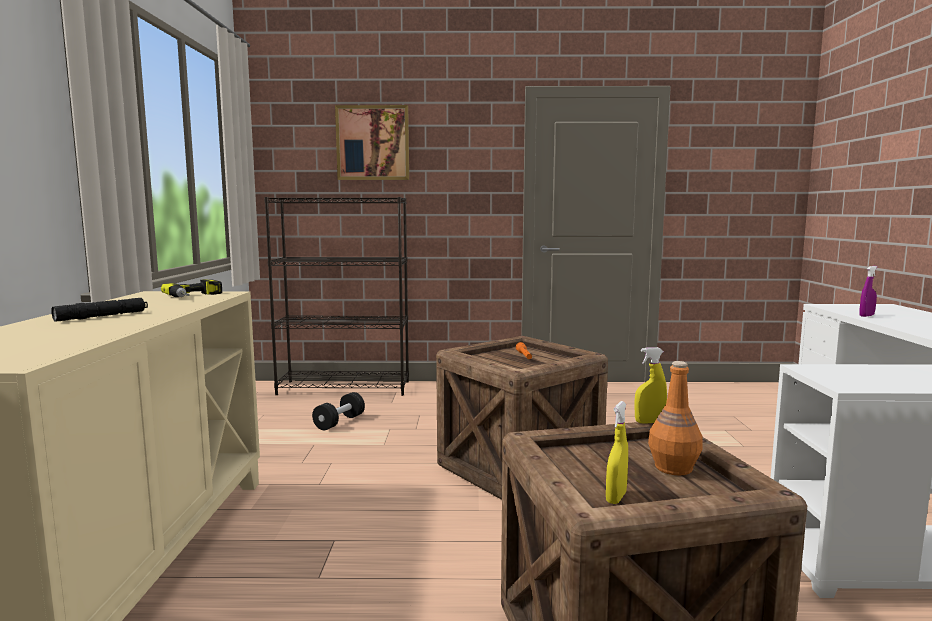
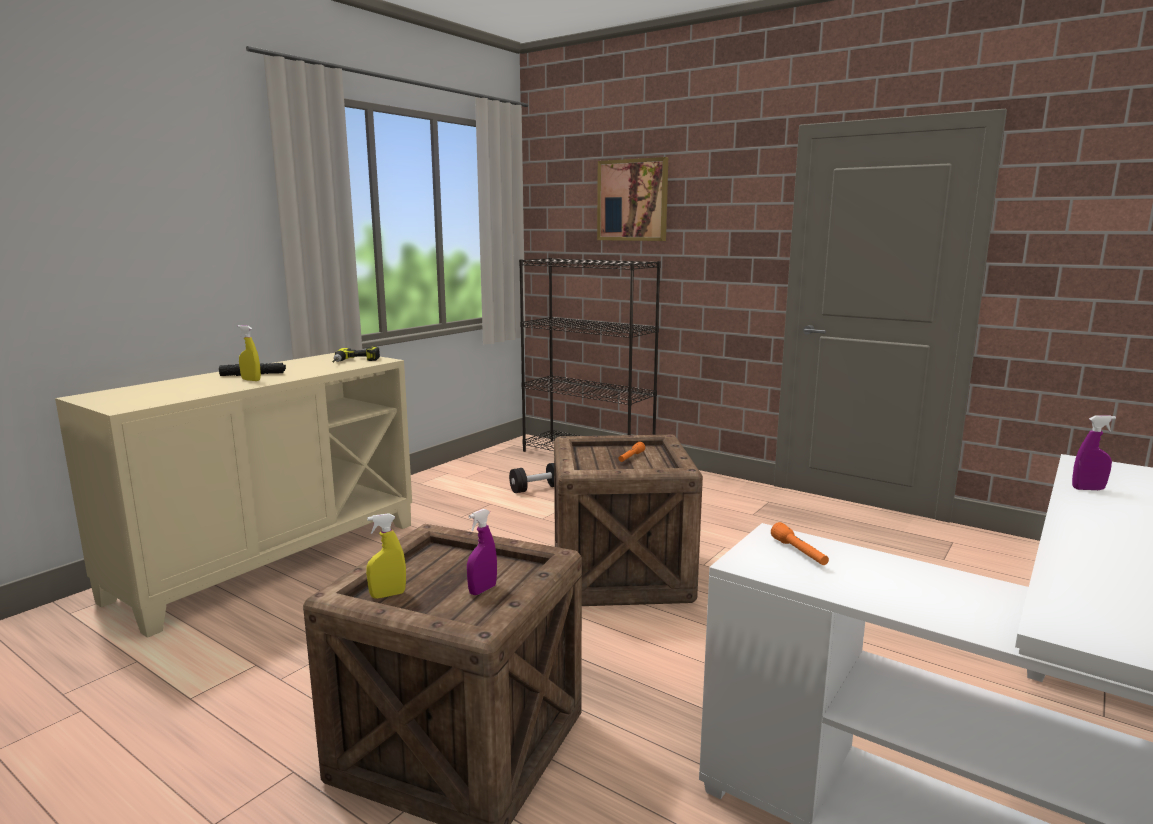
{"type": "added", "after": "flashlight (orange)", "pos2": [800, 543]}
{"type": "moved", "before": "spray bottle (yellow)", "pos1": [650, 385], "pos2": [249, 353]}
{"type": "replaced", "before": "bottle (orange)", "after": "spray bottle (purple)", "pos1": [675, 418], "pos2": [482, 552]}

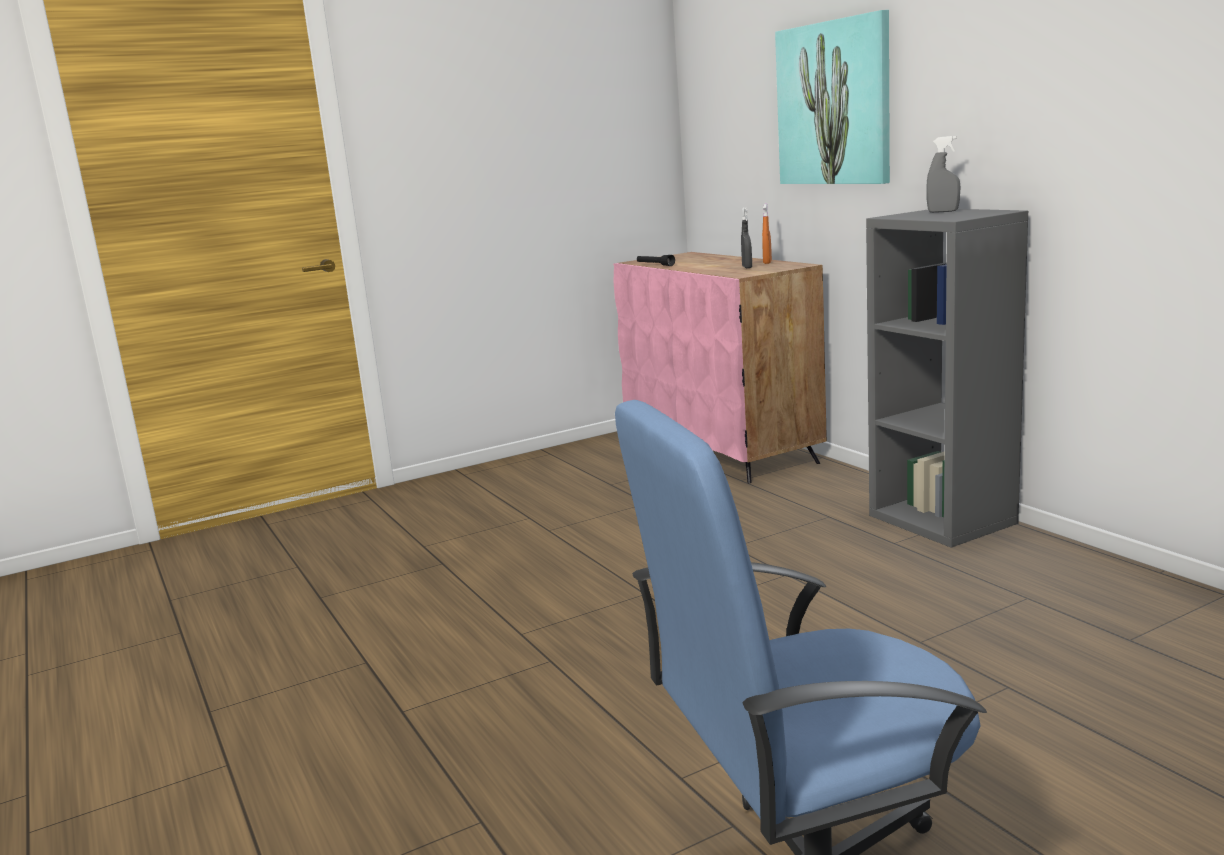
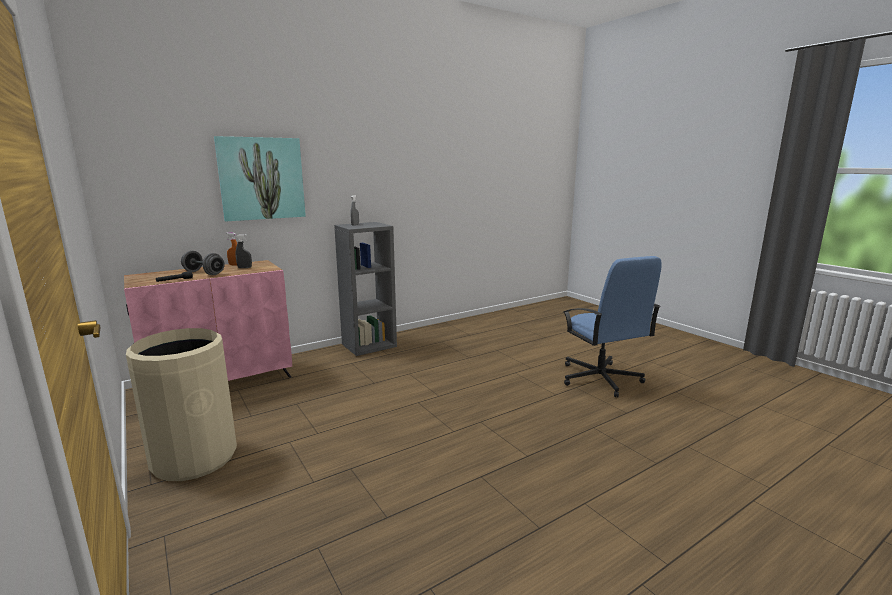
{"type": "added", "after": "trash can (beige)", "pos2": [181, 404]}
{"type": "added", "after": "dumbbell (grey)", "pos2": [203, 263]}

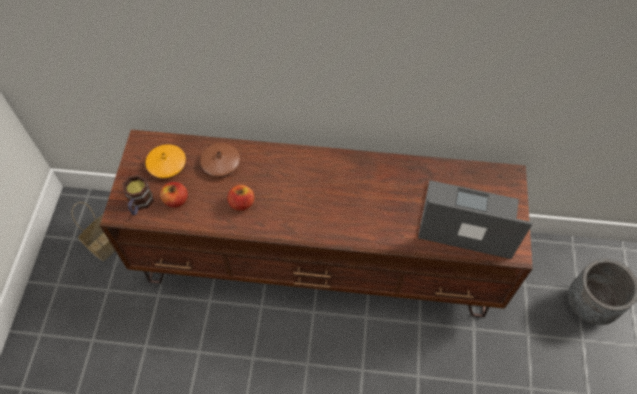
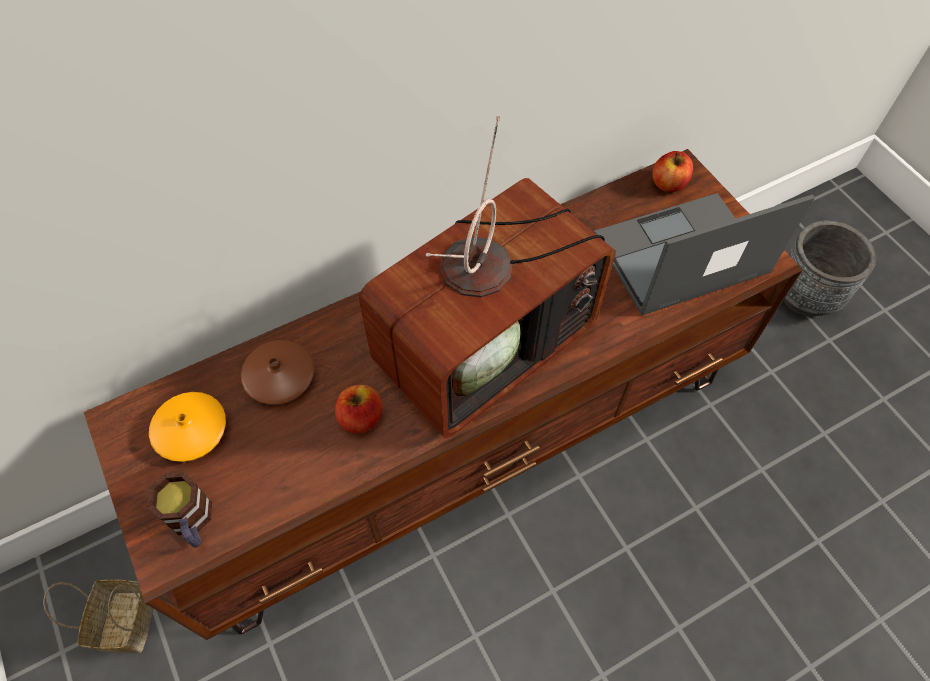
{"type": "added", "after": "television", "pos2": [487, 276]}
{"type": "moved", "before": "apple", "pos1": [174, 195], "pos2": [673, 171]}

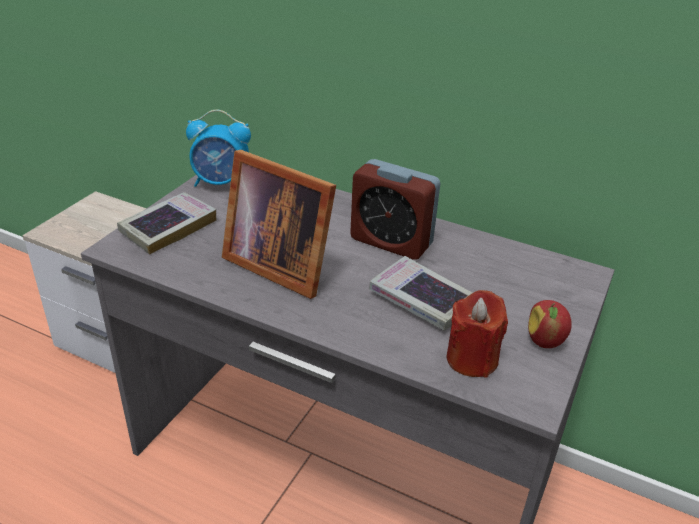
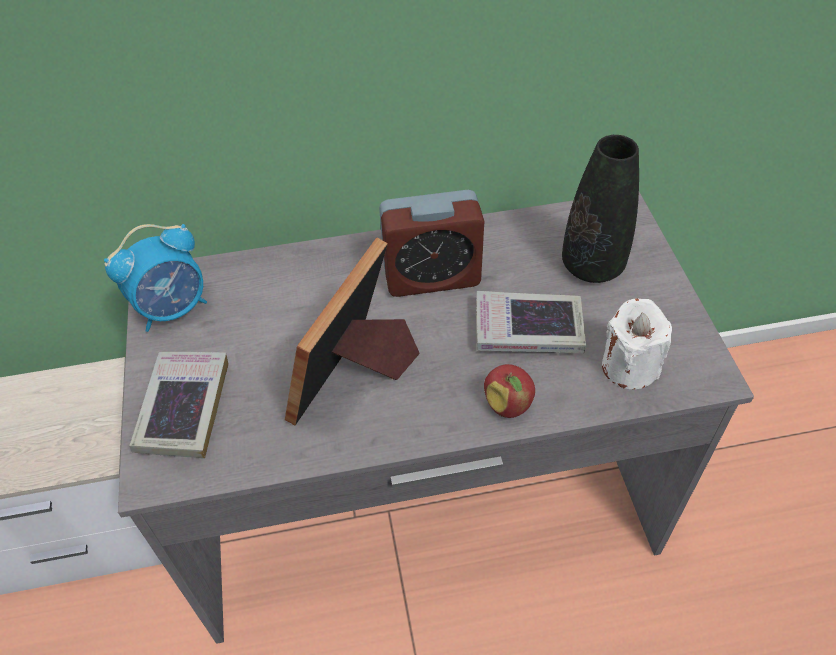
{"type": "added", "after": "vase (black)", "pos2": [600, 209]}
{"type": "moved", "before": "apple", "pos1": [550, 324], "pos2": [509, 391]}
{"type": "recoloured", "before": "candle (red)", "after": "candle (white)", "pos1": [477, 334], "pos2": [637, 343]}
{"type": "turned", "before": "picture frame", "pos1": [279, 224], "pos2": [352, 331], "turn": 120}

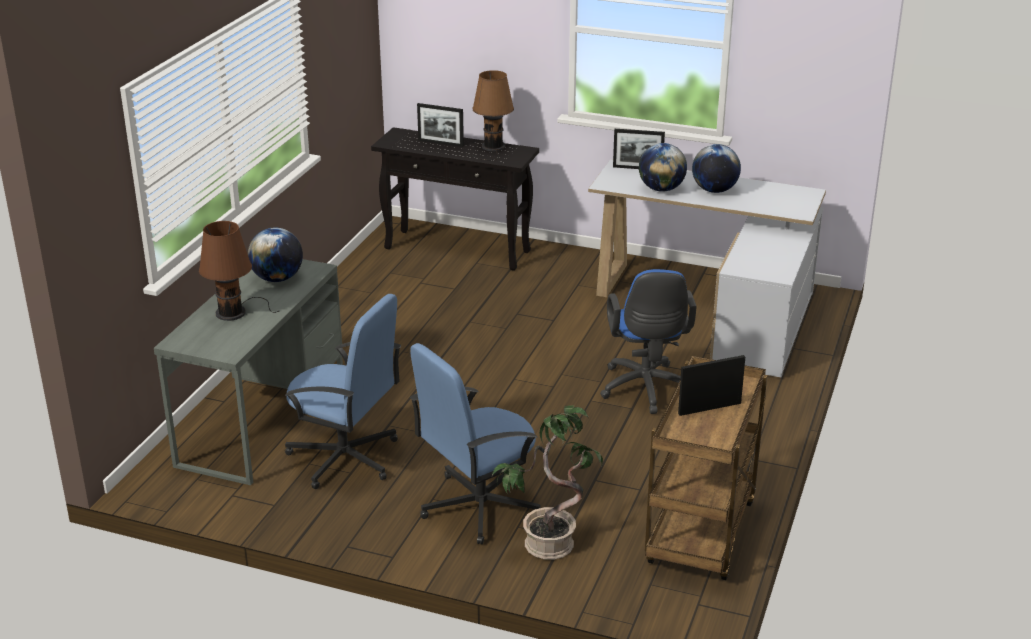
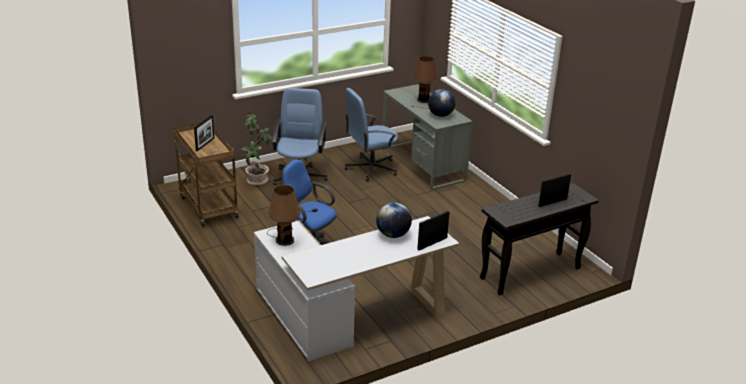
{"type": "removed", "before": "globe", "pos1": [716, 168]}
{"type": "moved", "before": "table lamp (brown)", "pos1": [489, 115], "pos2": [284, 215]}

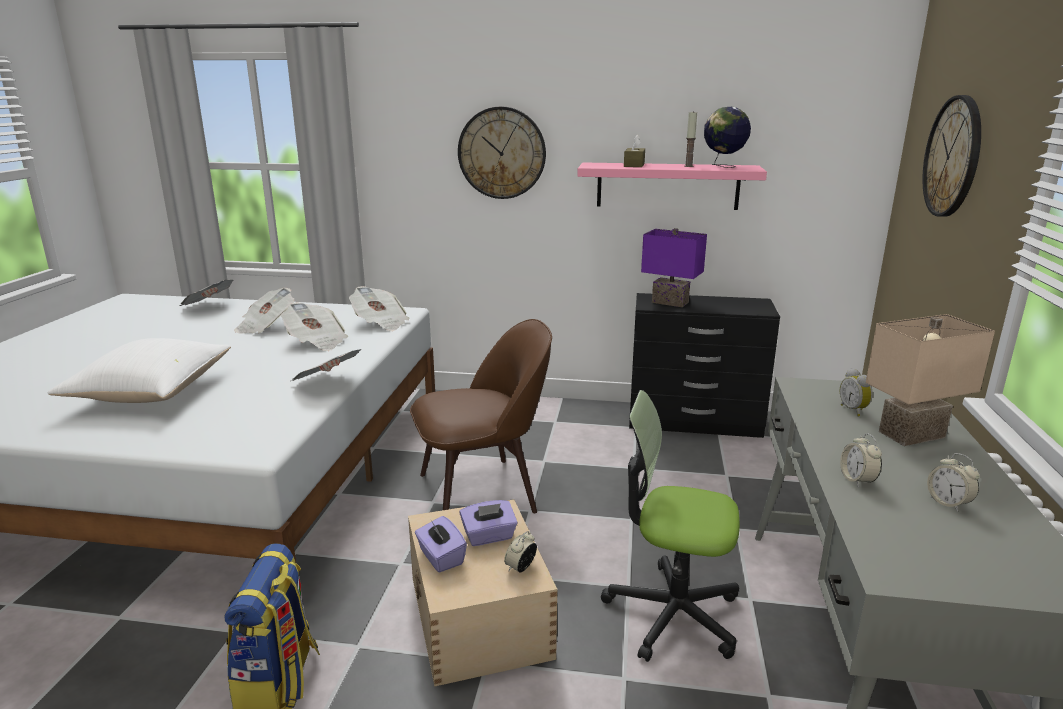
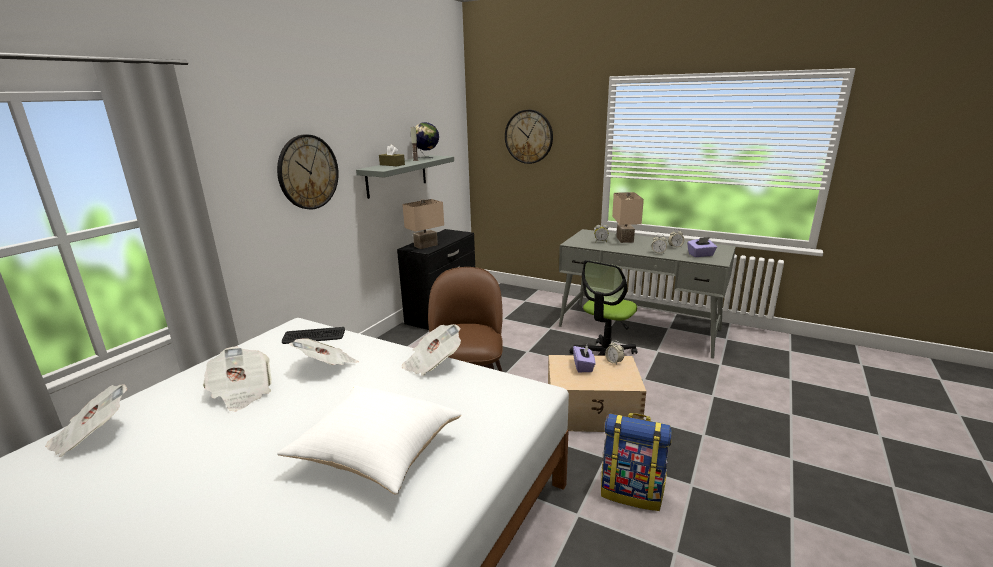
{"type": "moved", "before": "tissue box (purple)", "pos1": [441, 544], "pos2": [702, 247]}
{"type": "replaced", "before": "newspaper", "after": "keyboard", "pos1": [379, 308], "pos2": [313, 335]}
{"type": "recoloured", "before": "shelf (pink)", "after": "shelf (grey)", "pos1": [672, 186], "pos2": [405, 177]}
{"type": "recoloured", "before": "table lamp (purple)", "after": "table lamp (beige)", "pos1": [674, 267], "pos2": [423, 224]}

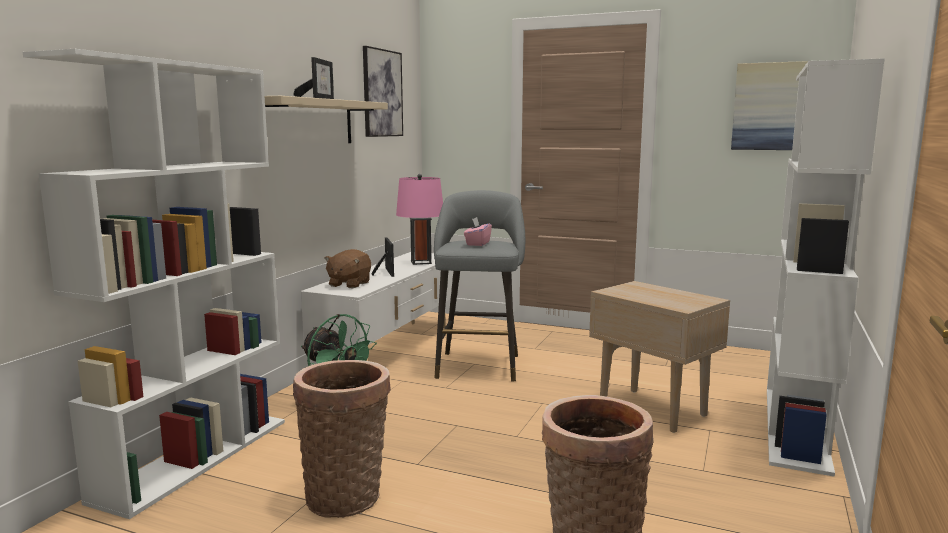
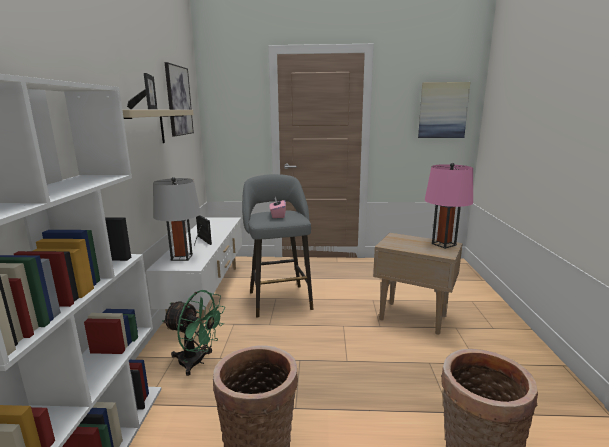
{"type": "removed", "before": "bookcase (white)", "pos1": [826, 267]}
{"type": "moved", "before": "table lamp (pink)", "pos1": [419, 219], "pos2": [449, 206]}
{"type": "replaced", "before": "plush toy (brown)", "after": "table lamp (grey)", "pos1": [347, 268], "pos2": [177, 219]}

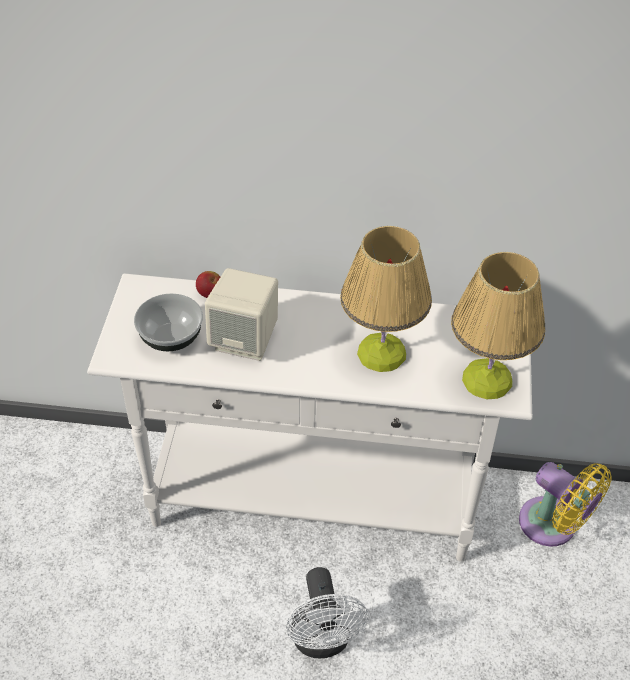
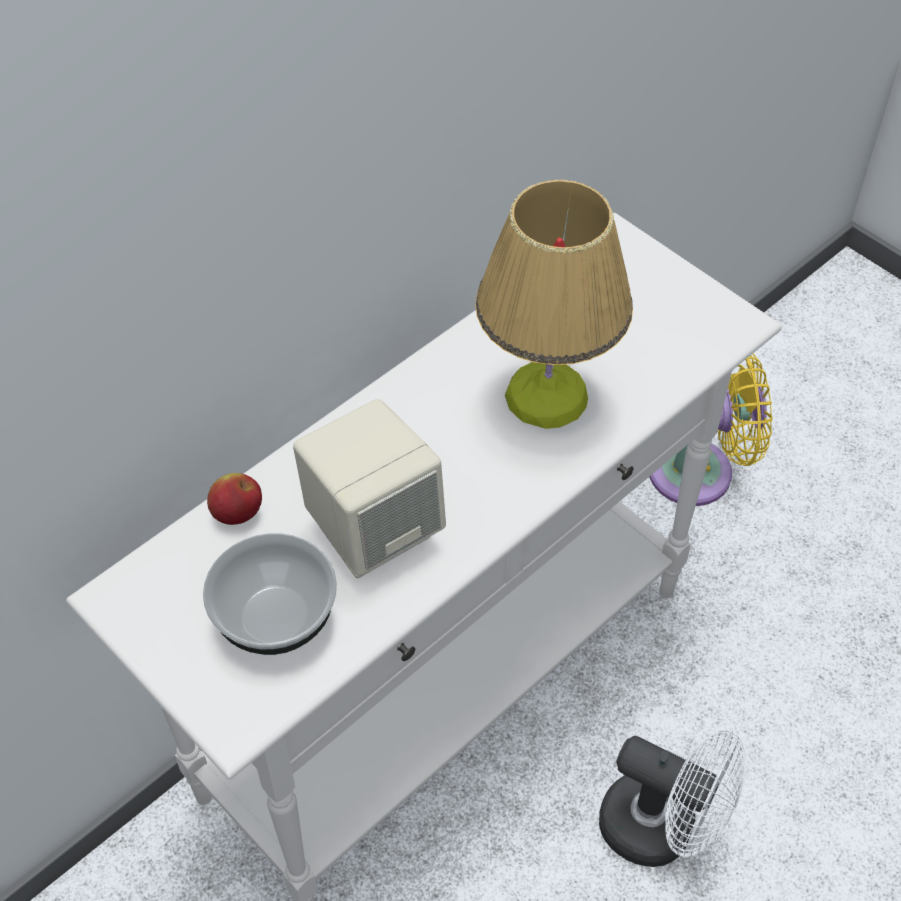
{"type": "removed", "before": "table lamp", "pos1": [498, 325]}

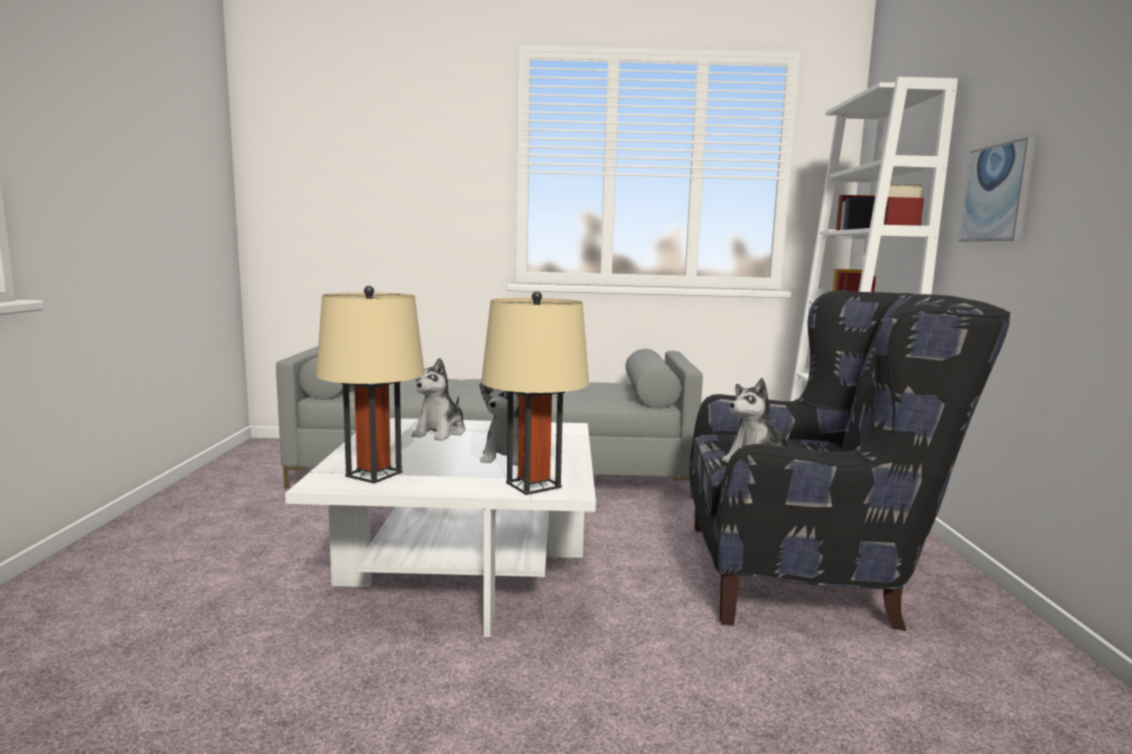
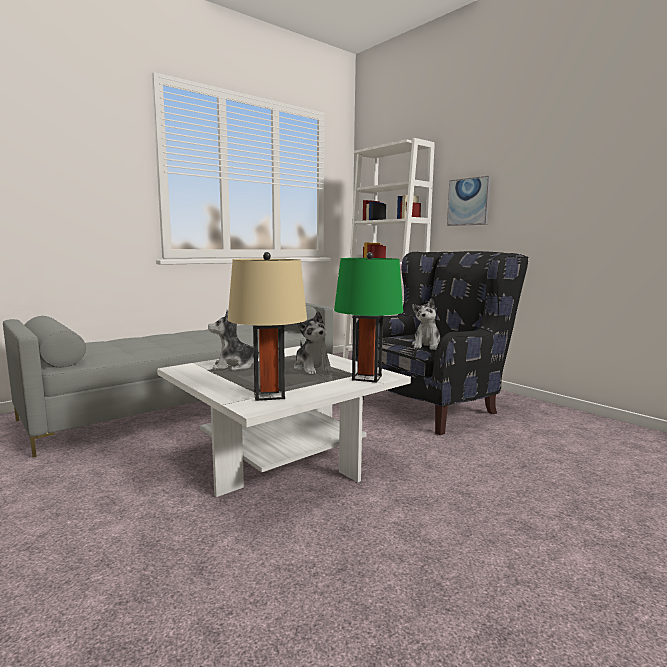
{"type": "recoloured", "before": "table lamp (beige)", "after": "table lamp (green)", "pos1": [535, 393], "pos2": [368, 317]}
{"type": "turned", "before": "plush toy", "pos1": [439, 399], "pos2": [233, 340], "turn": 105}

